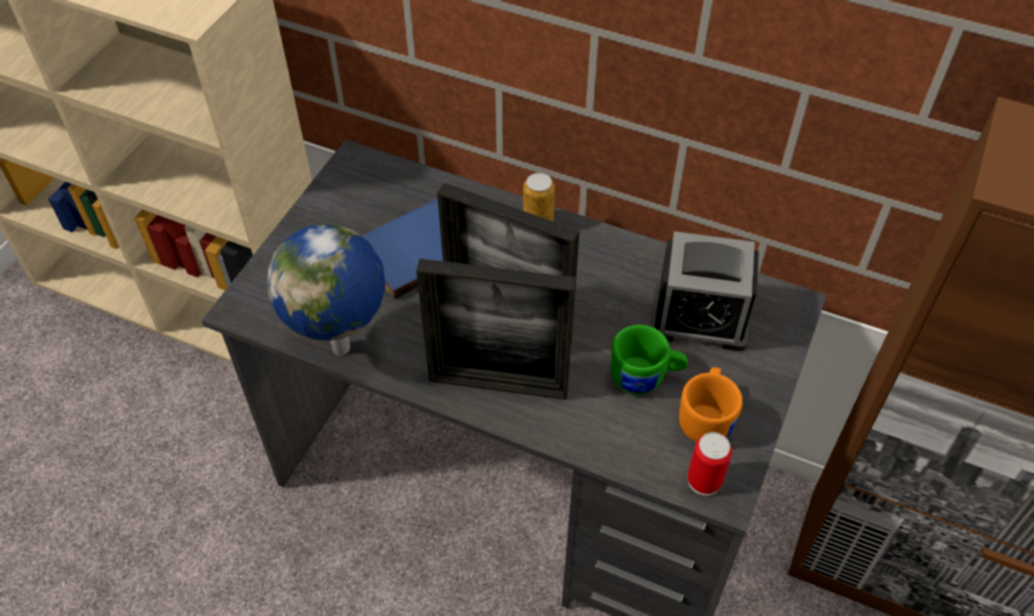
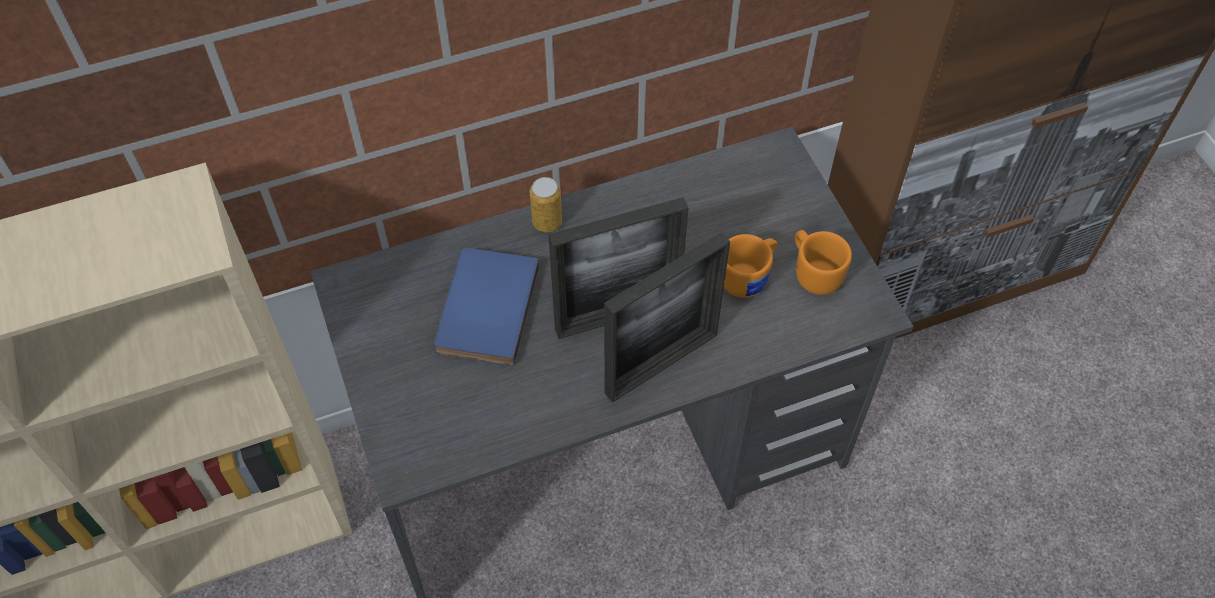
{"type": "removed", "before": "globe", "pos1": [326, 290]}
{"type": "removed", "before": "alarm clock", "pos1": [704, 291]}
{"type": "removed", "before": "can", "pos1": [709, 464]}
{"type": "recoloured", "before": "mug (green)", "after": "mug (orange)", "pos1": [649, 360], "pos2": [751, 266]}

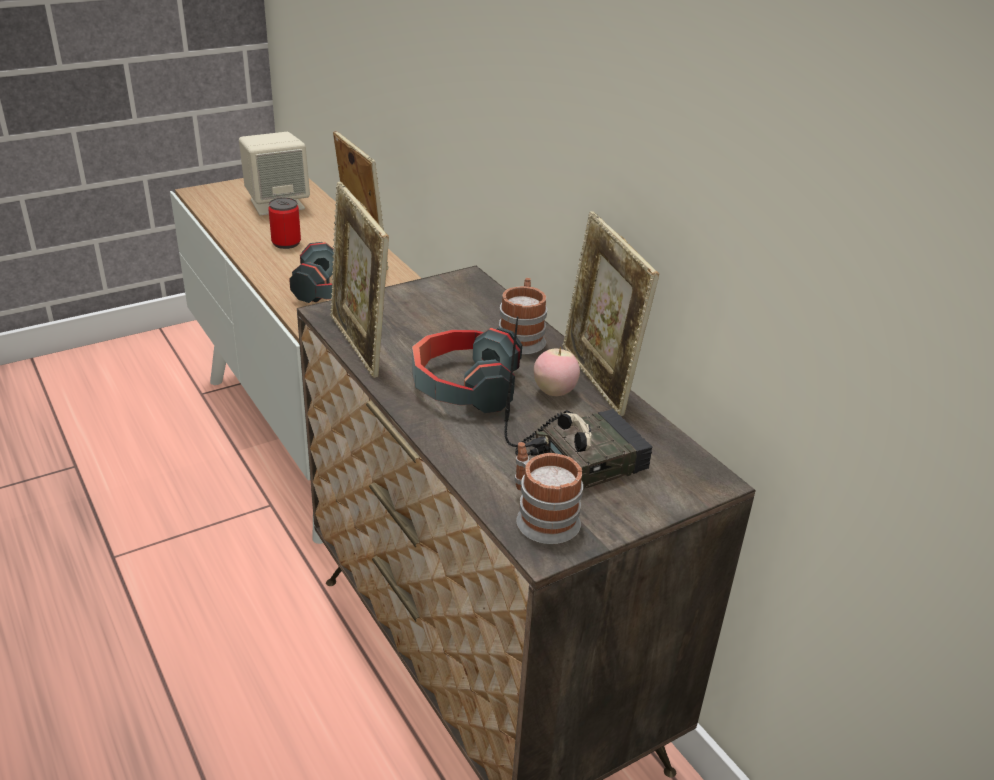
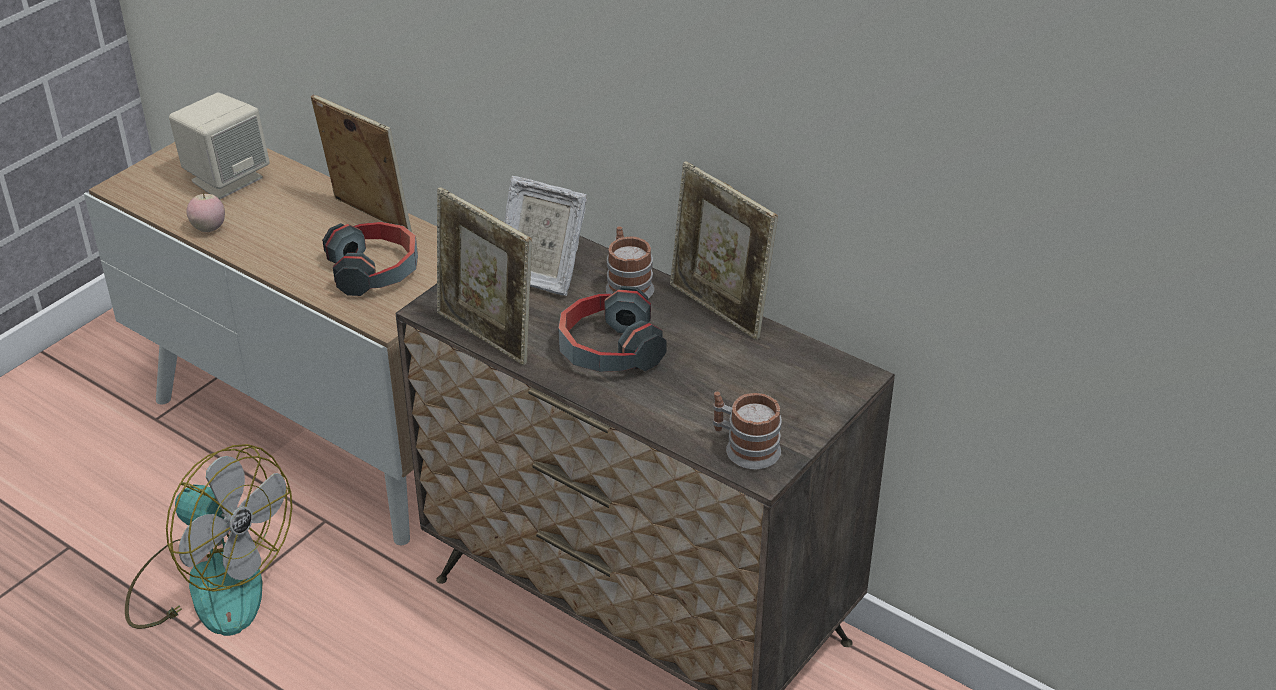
{"type": "removed", "before": "can", "pos1": [284, 223]}
{"type": "removed", "before": "radio", "pos1": [578, 403]}
{"type": "added", "after": "fan", "pos2": [208, 540]}
{"type": "added", "after": "picture frame", "pos2": [545, 236]}
{"type": "moved", "before": "apple", "pos1": [557, 371], "pos2": [205, 212]}

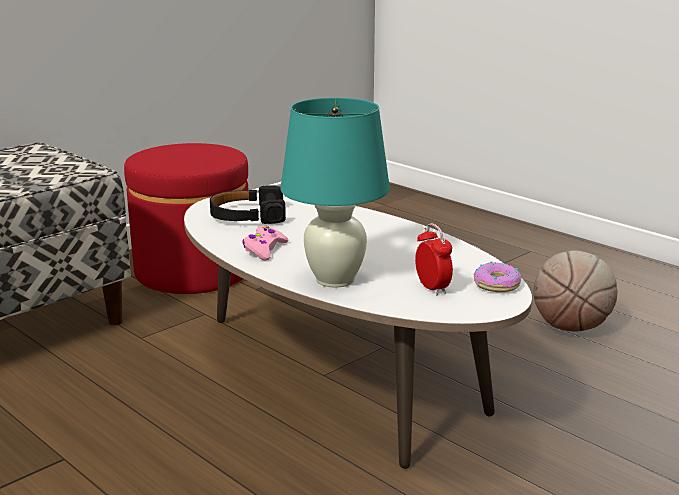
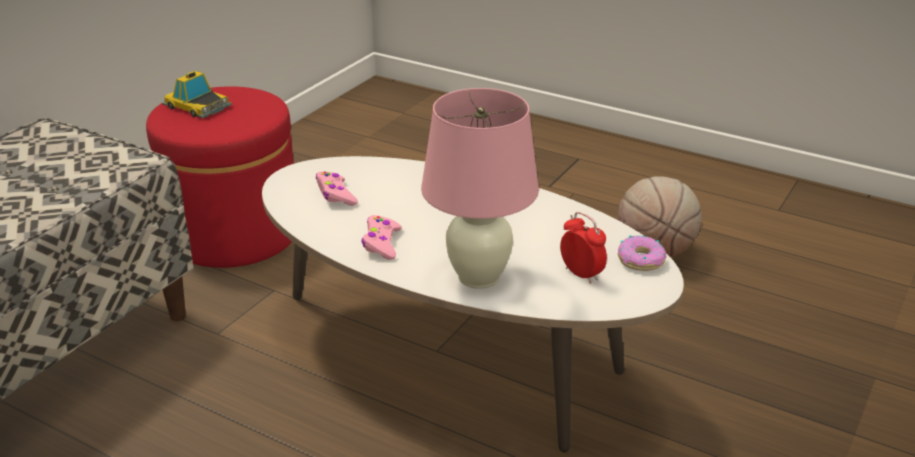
{"type": "added", "after": "toy car", "pos2": [197, 94]}
{"type": "replaced", "before": "headphones (black)", "after": "game controller (pink)", "pos1": [248, 204], "pos2": [337, 189]}
{"type": "recoloured", "before": "table lamp (turquoise)", "after": "table lamp (pink)", "pos1": [335, 193], "pos2": [480, 188]}

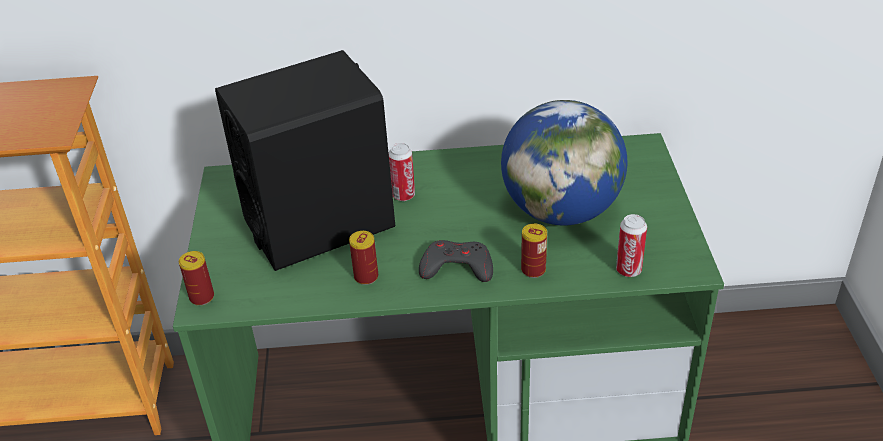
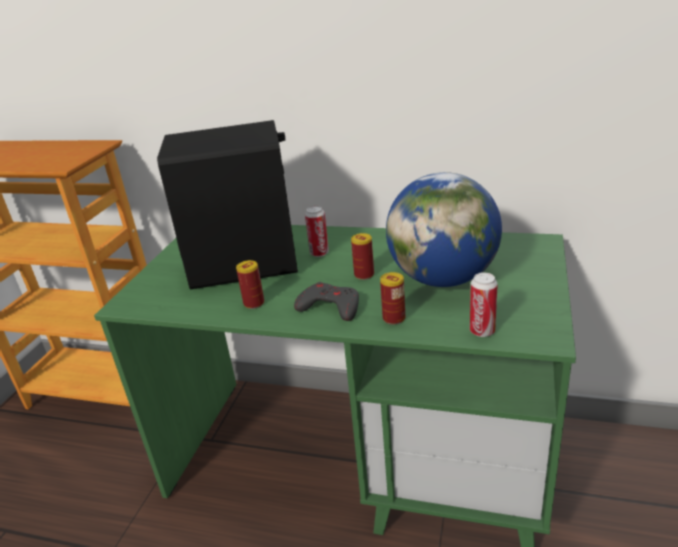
{"type": "moved", "before": "can", "pos1": [196, 278], "pos2": [362, 256]}

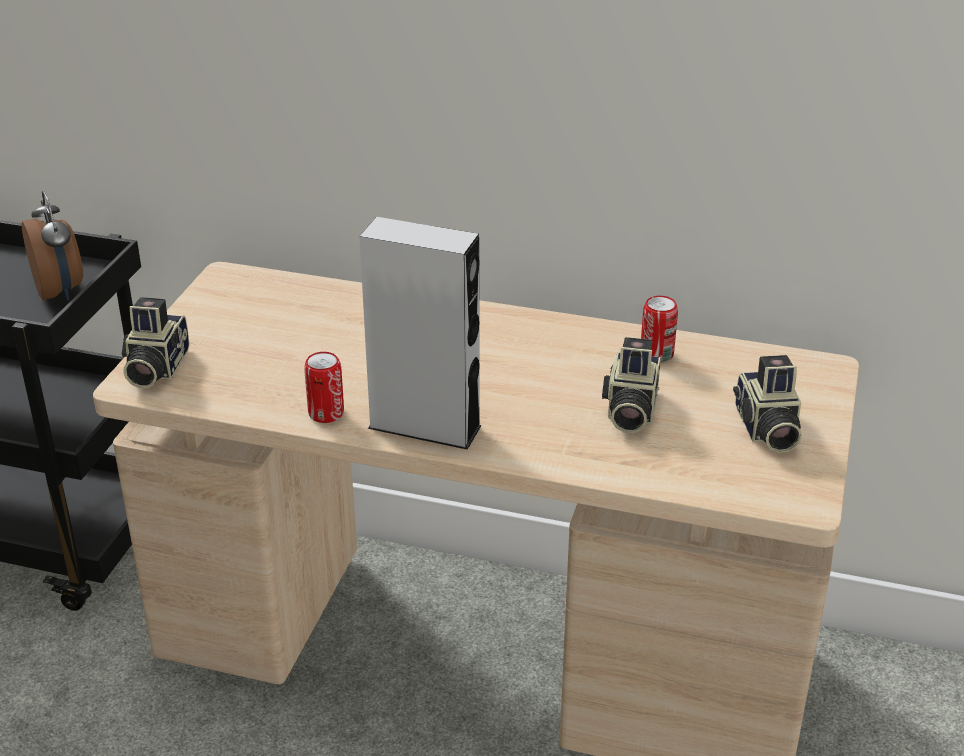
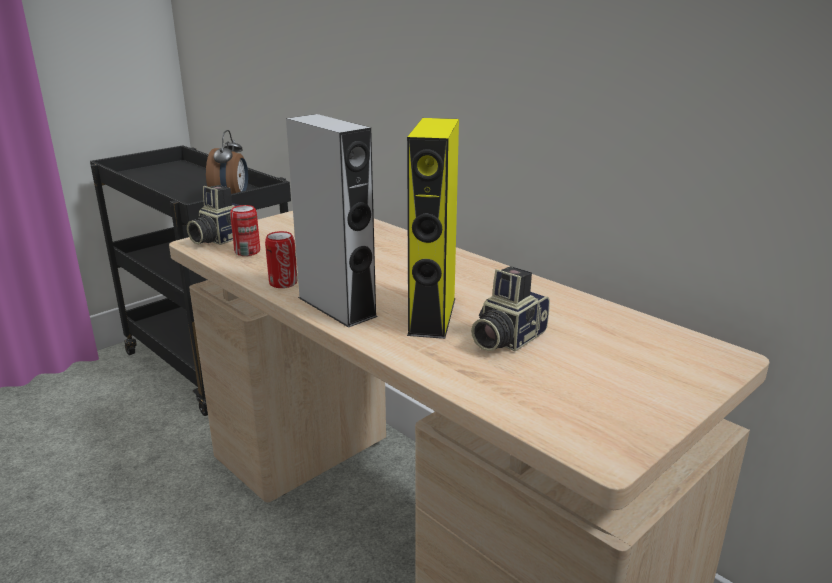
{"type": "removed", "before": "photo camera", "pos1": [767, 404]}
{"type": "added", "after": "speaker (yellow)", "pos2": [433, 228]}
{"type": "moved", "before": "can", "pos1": [659, 329], "pos2": [245, 230]}

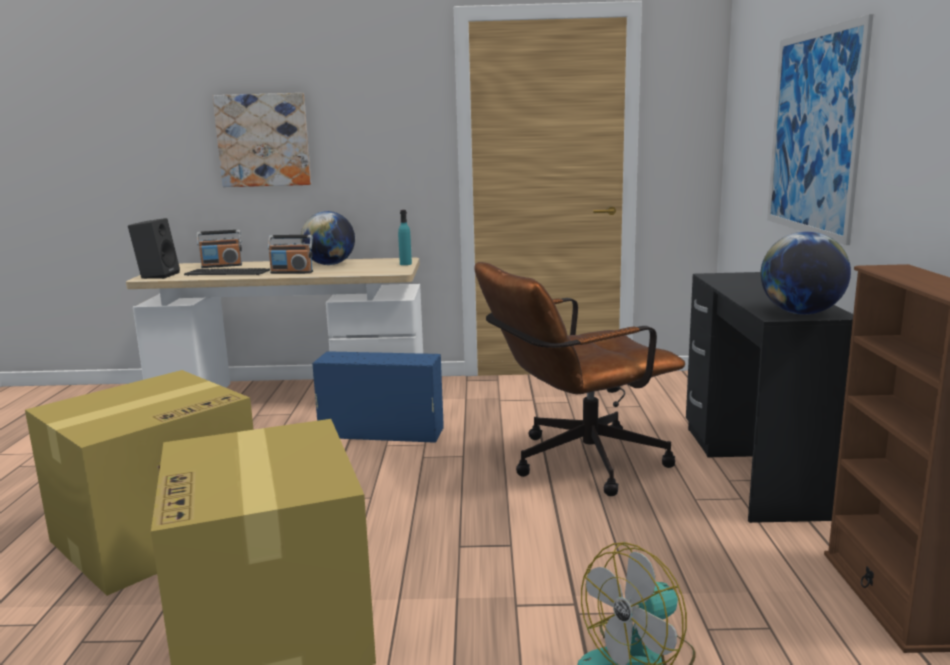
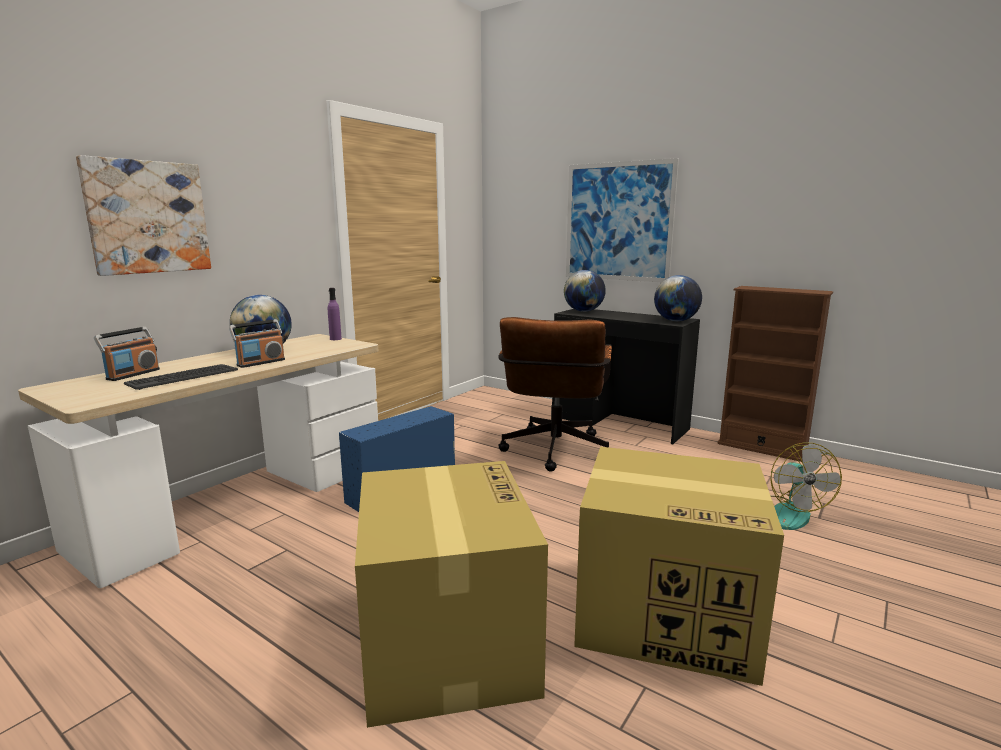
{"type": "removed", "before": "speaker (black)", "pos1": [154, 248]}
{"type": "added", "after": "globe", "pos2": [585, 291]}
{"type": "recoloured", "before": "bottle (turquoise)", "after": "bottle (purple)", "pos1": [405, 237], "pos2": [335, 314]}

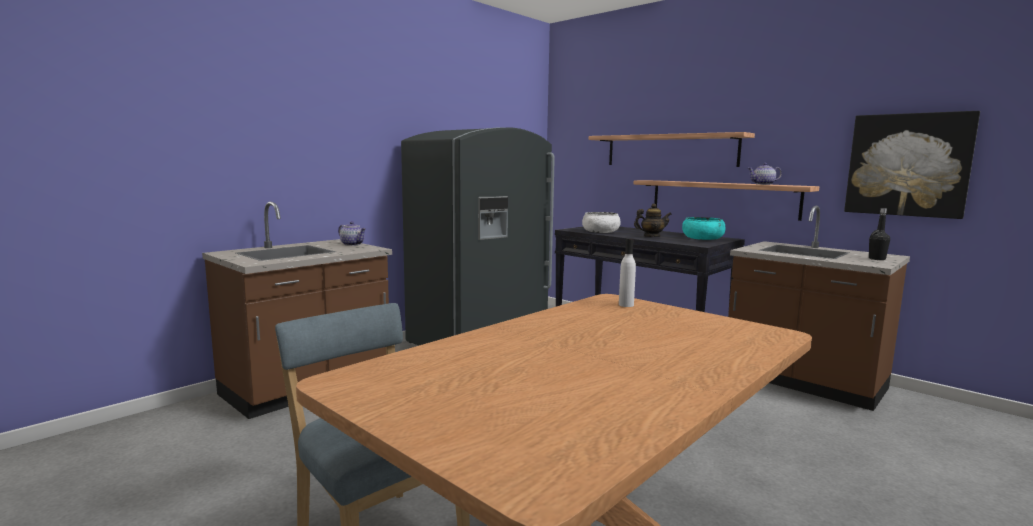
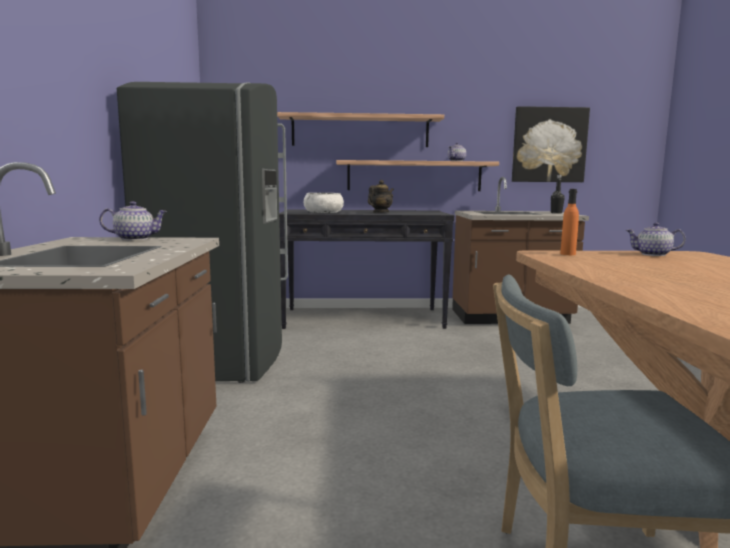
{"type": "removed", "before": "bowl (turquoise)", "pos1": [703, 228]}
{"type": "added", "after": "teapot", "pos2": [656, 239]}
{"type": "recoloured", "before": "bottle (white)", "after": "bottle (orange)", "pos1": [627, 272], "pos2": [569, 222]}

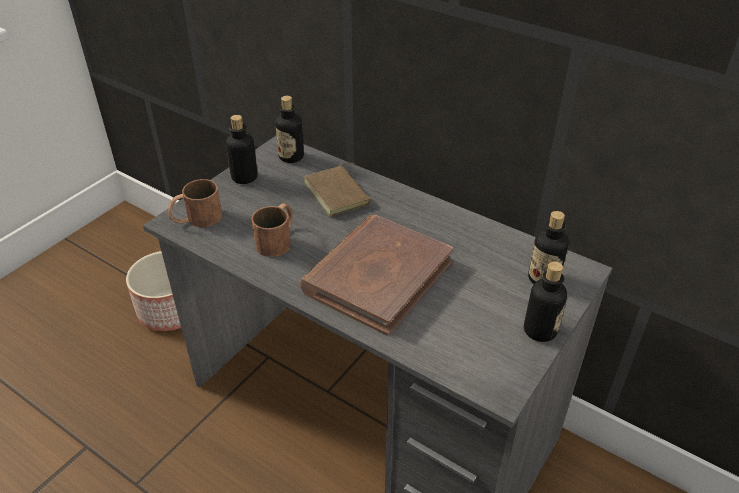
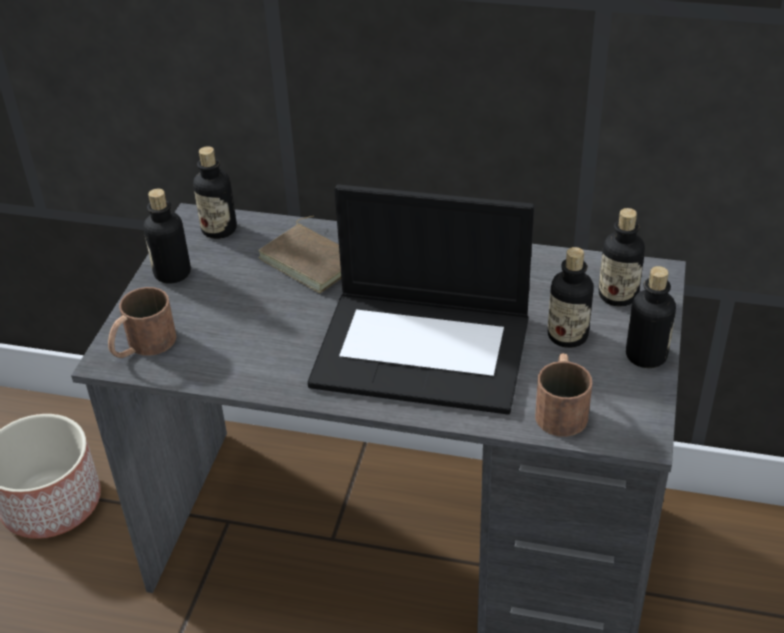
{"type": "added", "after": "bottle", "pos2": [570, 297]}
{"type": "moved", "before": "mug (brown)", "pos1": [272, 230], "pos2": [563, 395]}
{"type": "replaced", "before": "book (brown)", "after": "laptop", "pos1": [376, 275], "pos2": [420, 299]}

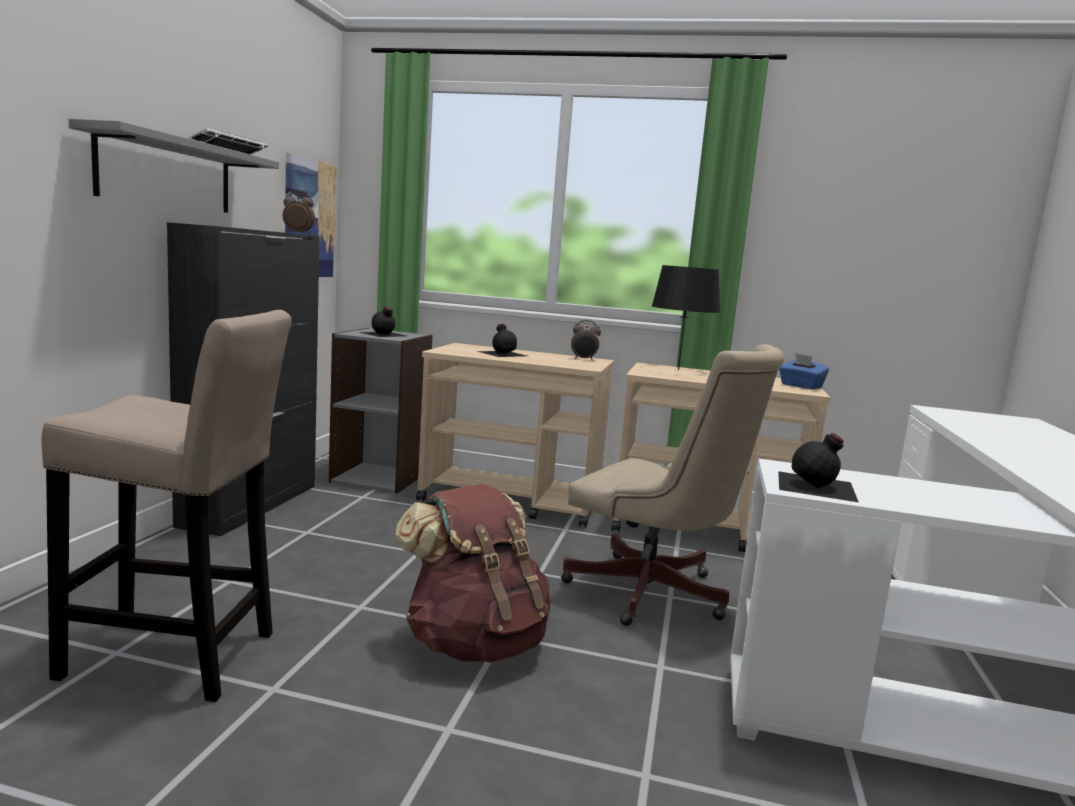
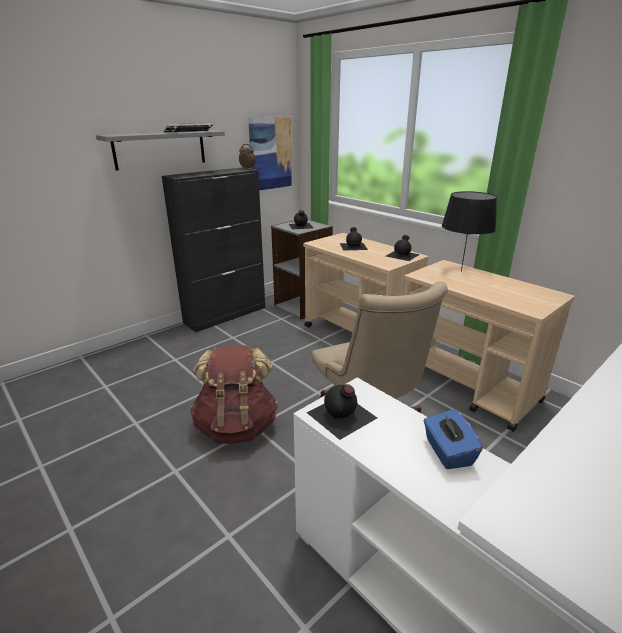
{"type": "removed", "before": "stool (beige)", "pos1": [166, 506]}
{"type": "moved", "before": "tissue box (blue)", "pos1": [804, 371], "pos2": [453, 439]}
{"type": "replaced", "before": "alarm clock", "after": "bottle (black)", "pos1": [586, 340], "pos2": [403, 248]}

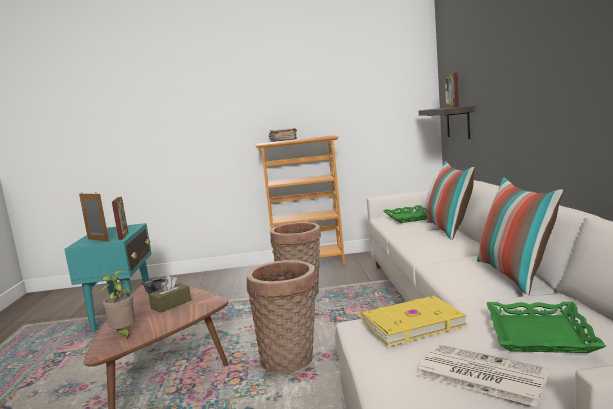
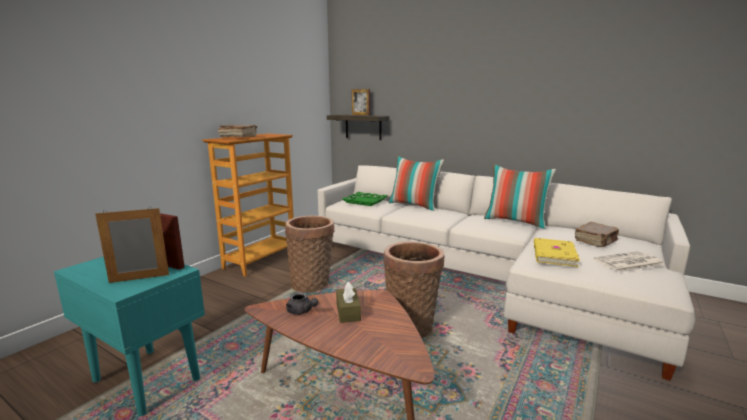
{"type": "removed", "before": "potted plant", "pos1": [117, 305]}
{"type": "replaced", "before": "tray (green)", "after": "book (brown)", "pos1": [546, 327], "pos2": [597, 234]}

